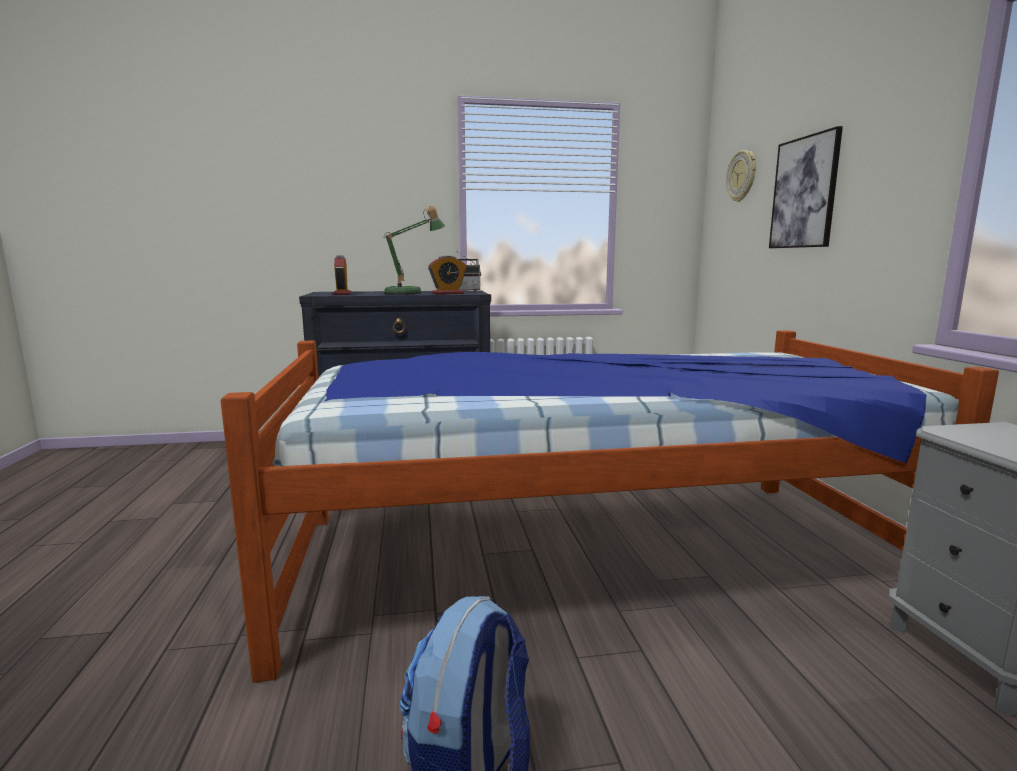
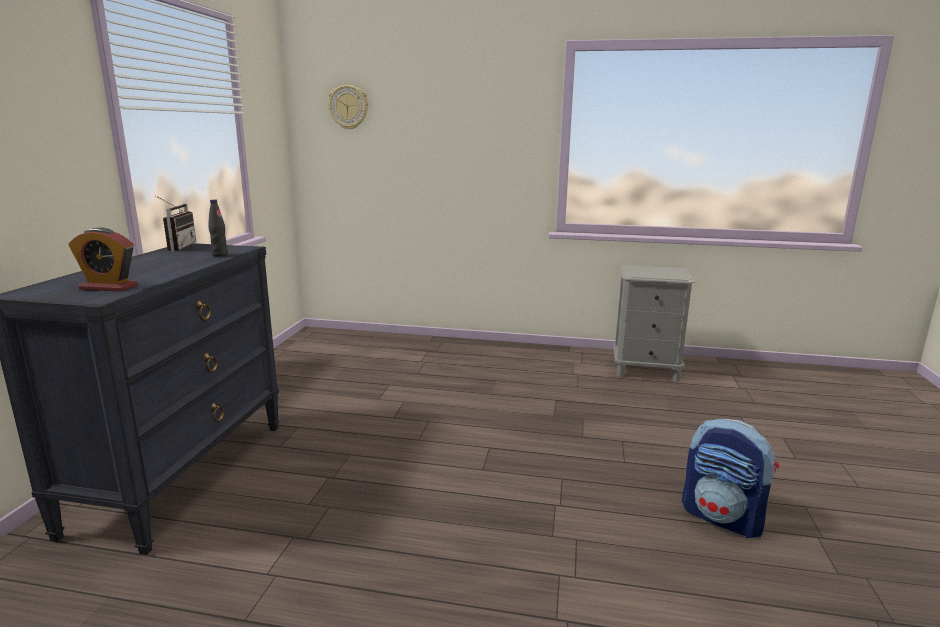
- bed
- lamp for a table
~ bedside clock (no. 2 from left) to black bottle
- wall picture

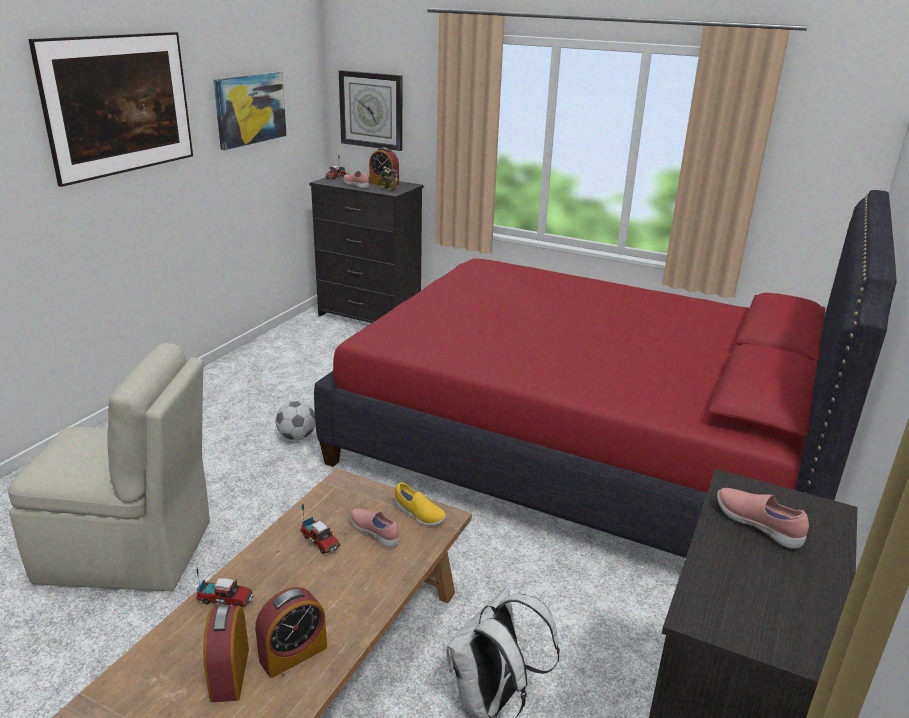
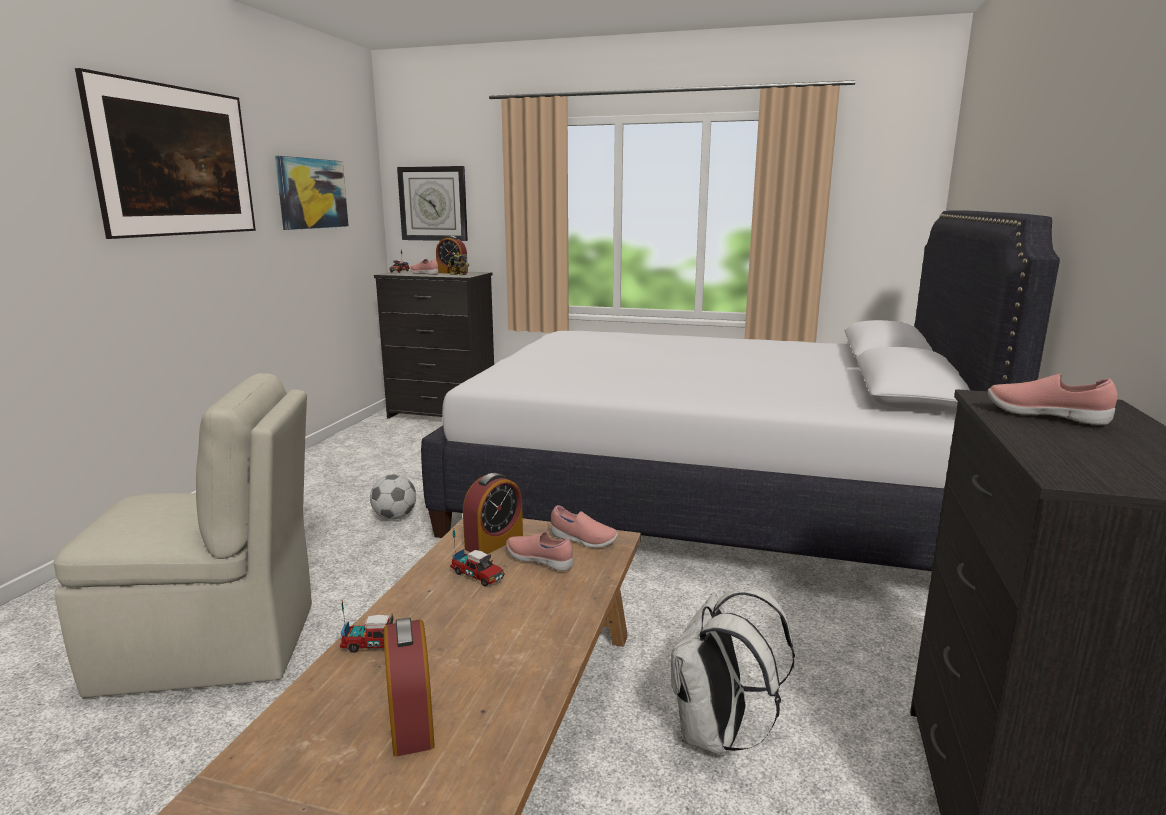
~ bedside clock (no. 2 from left in the first image) to bedside clock (no. 3 from left)
~ red-coloured bed to white-coloured bed
~ yellow-coloured shoe to pinkish shoe (no. 3 from left)

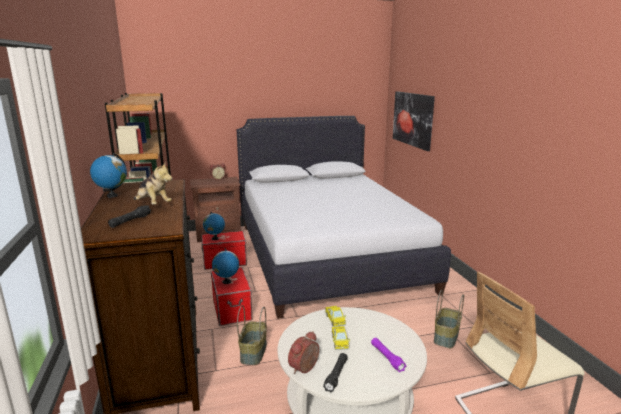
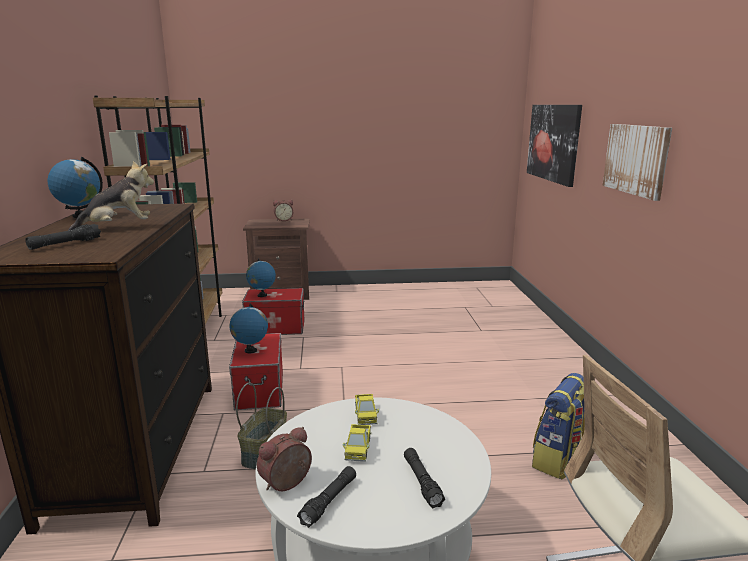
~ plush toy 75 degrees counterclockwise
- white-coloured bed
~ purple-coloured torch to black torch (no. 3 from left)
~ basket (no. 2 from left) to backpack
+ wall picture (no. 2 from left)

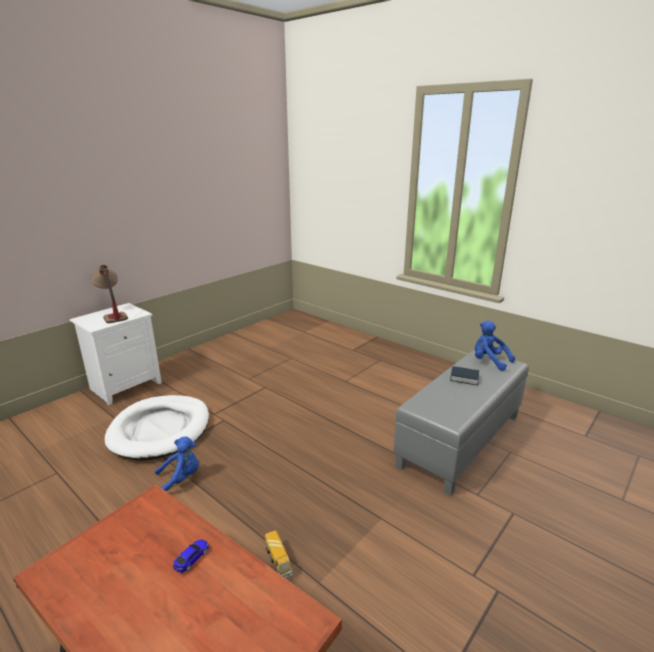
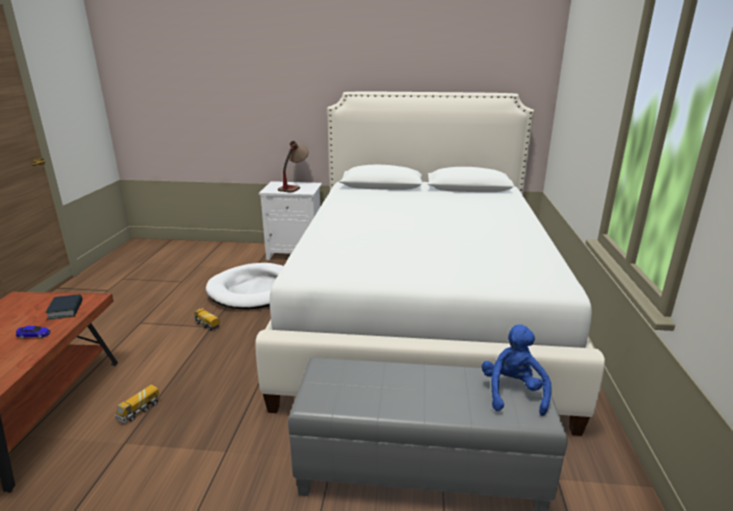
~ blue-coloured plush toy (no. 1 from left) to model truck (no. 2 from left)
~ book
+ white-coloured bed

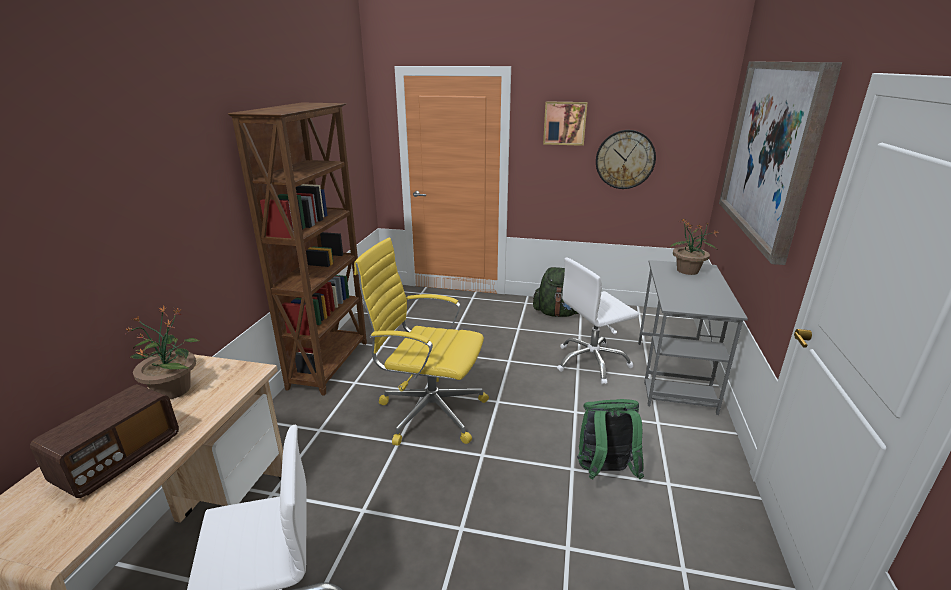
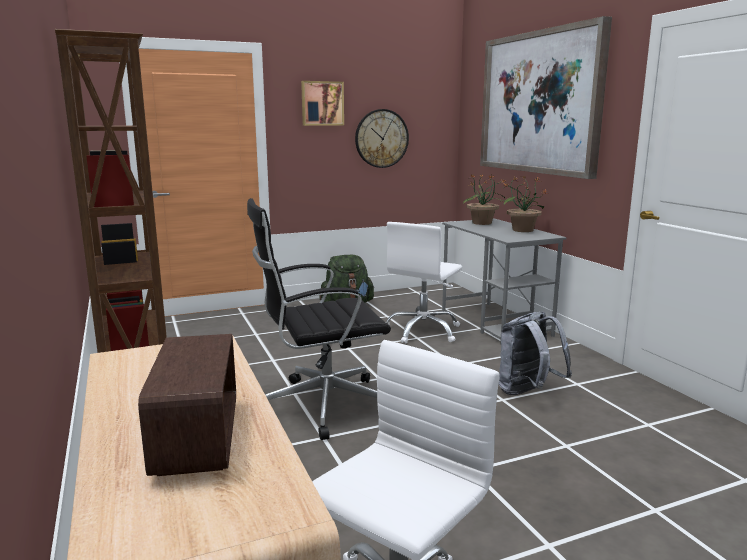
~ houseplant (no. 1 from left in the first image) to houseplant (no. 2 from left)
~ yellow-coloured office chair to black office chair
~ greenish backpack (no. 2 from left) to gray backpack

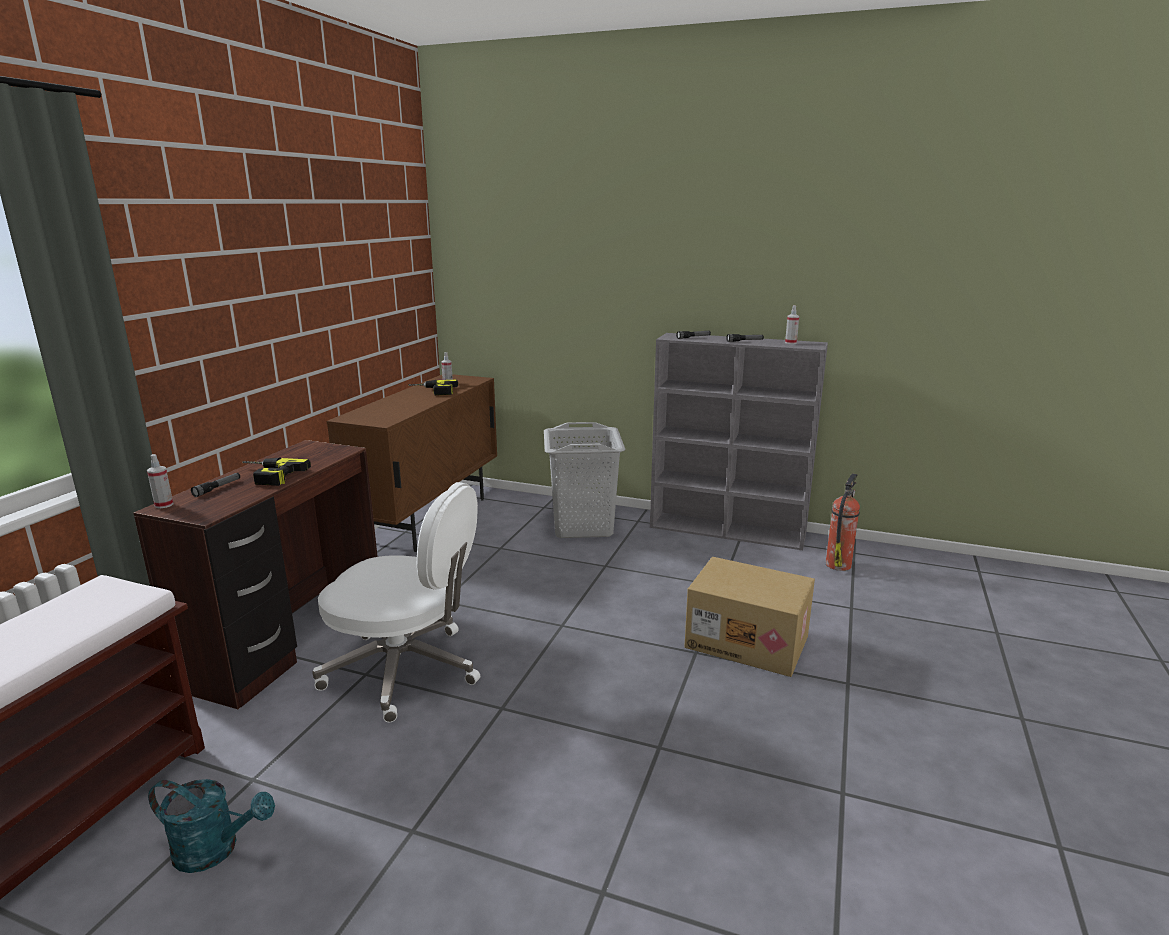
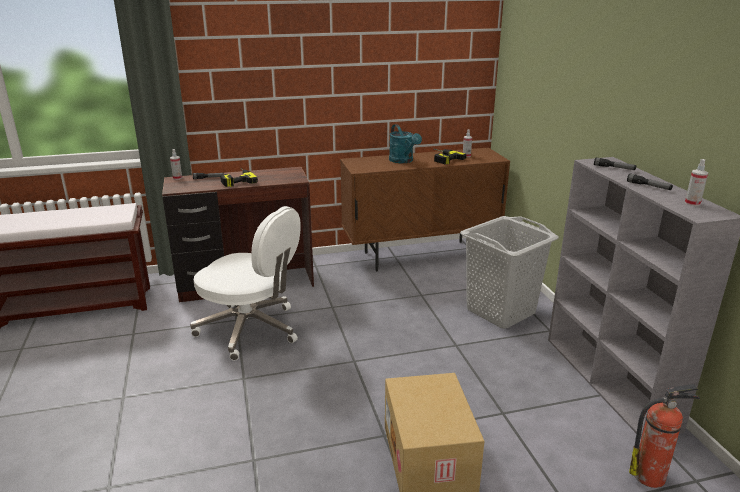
~ blue-green sprinkling can
~ white-coloured office chair 45 degrees counterclockwise

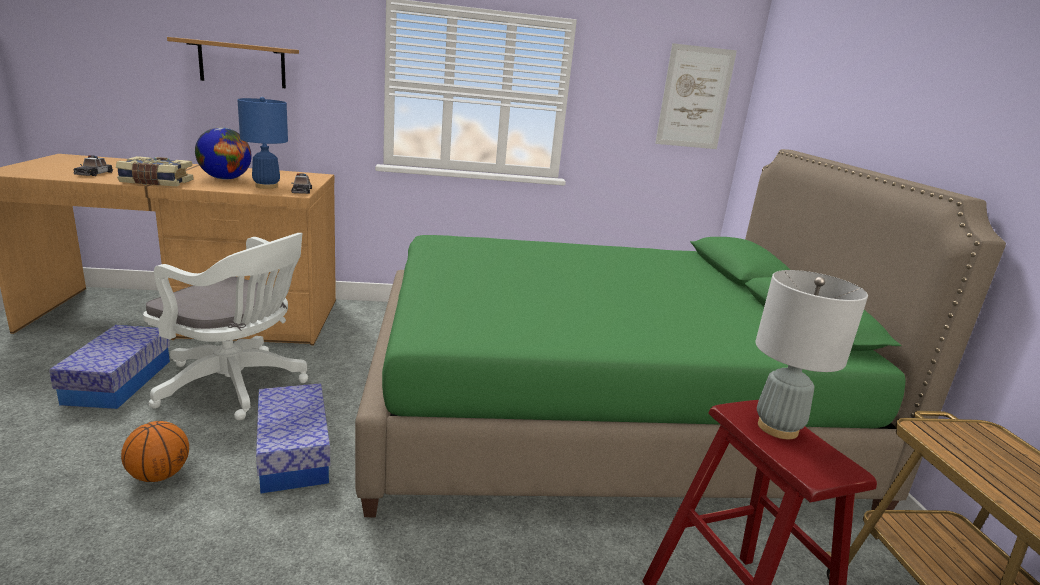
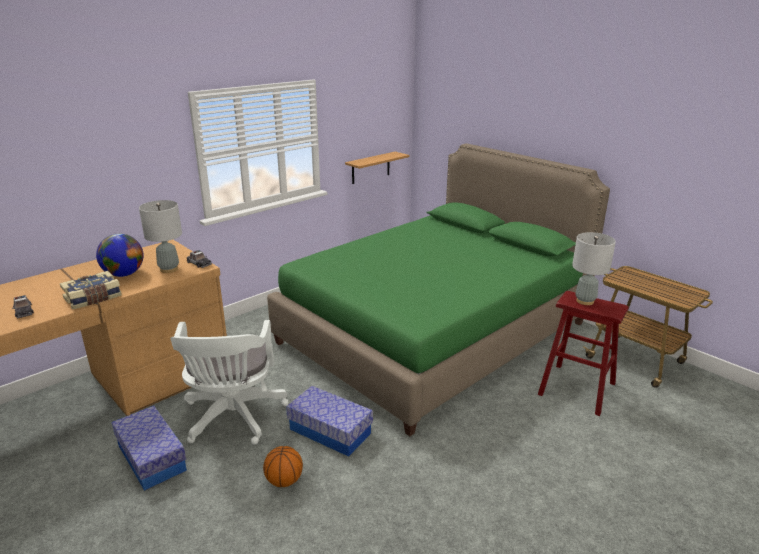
~ white-coloured office chair 105 degrees clockwise
~ shelf
~ blue-coloured lamp for a table to gray lamp for a table (no. 1 from left)
- wall picture

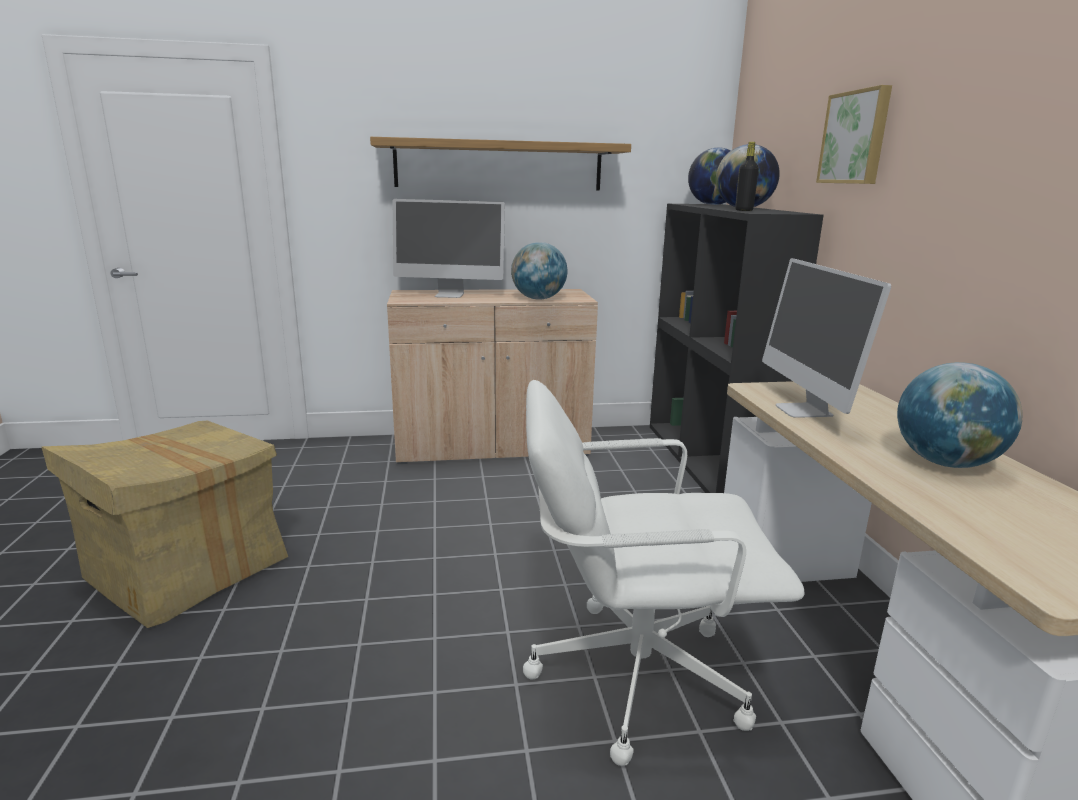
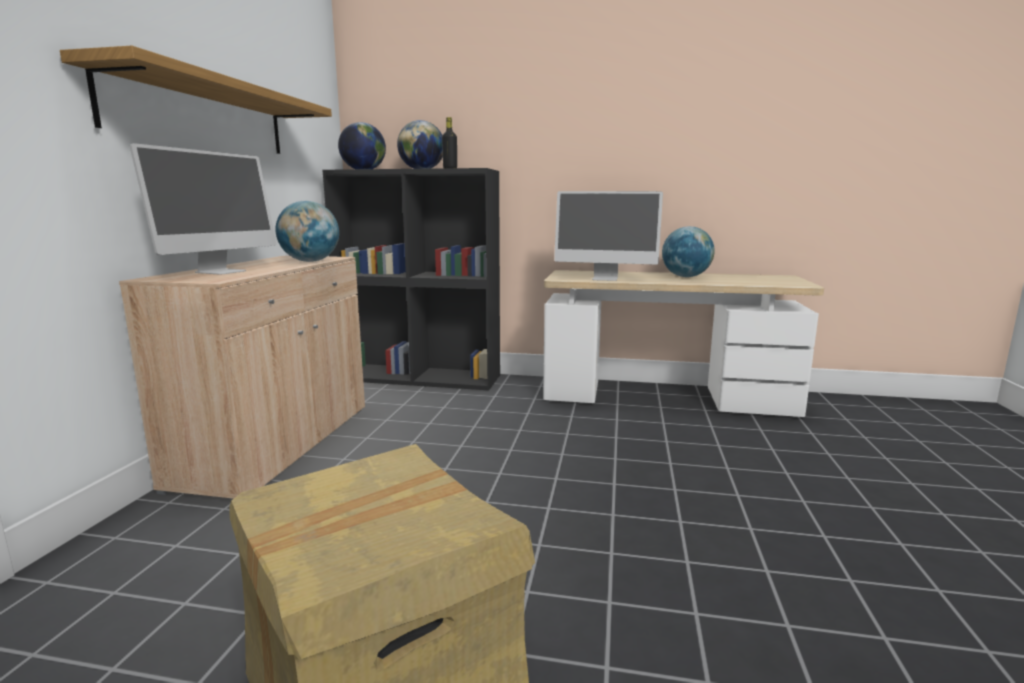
- white-coloured office chair
- wall picture

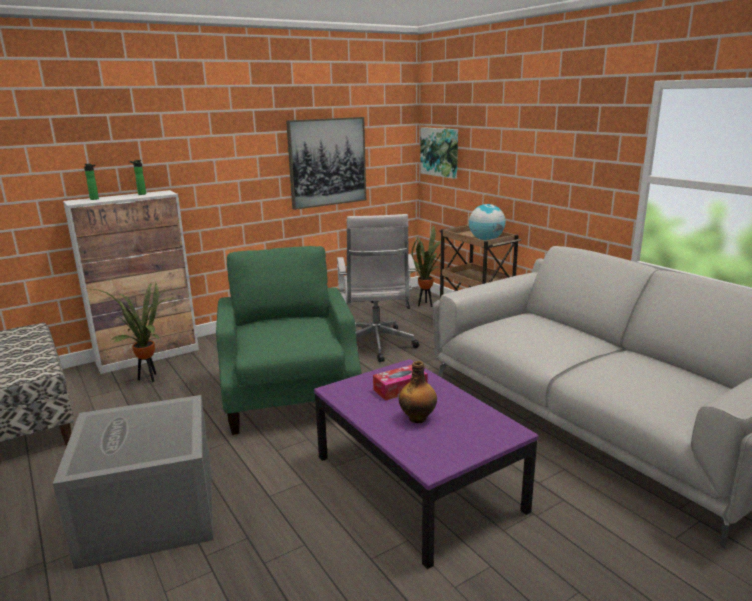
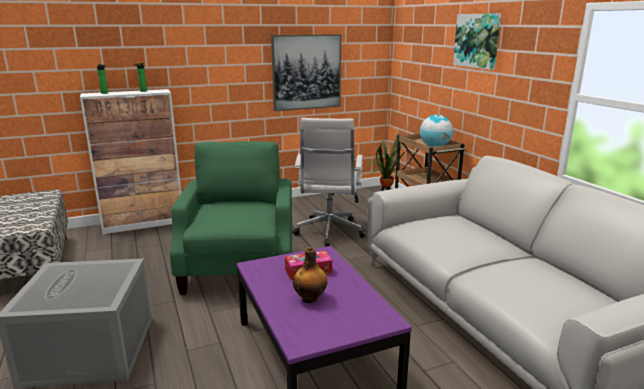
- houseplant (no. 1 from left)
~ wall picture (no. 2 from left)

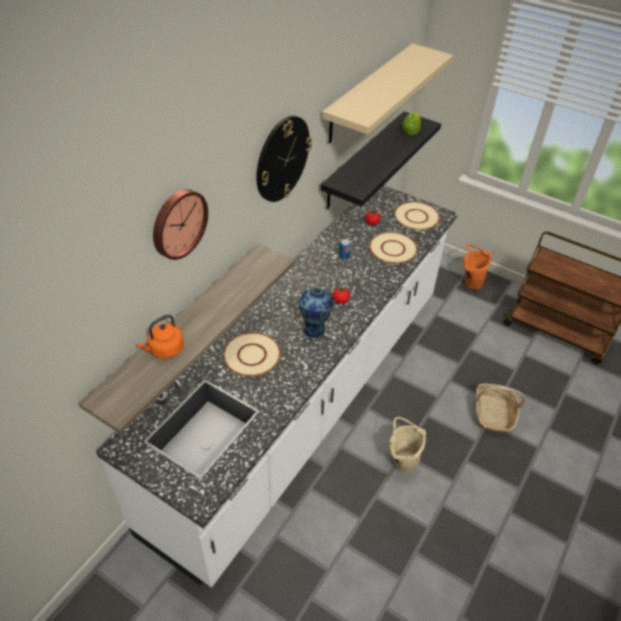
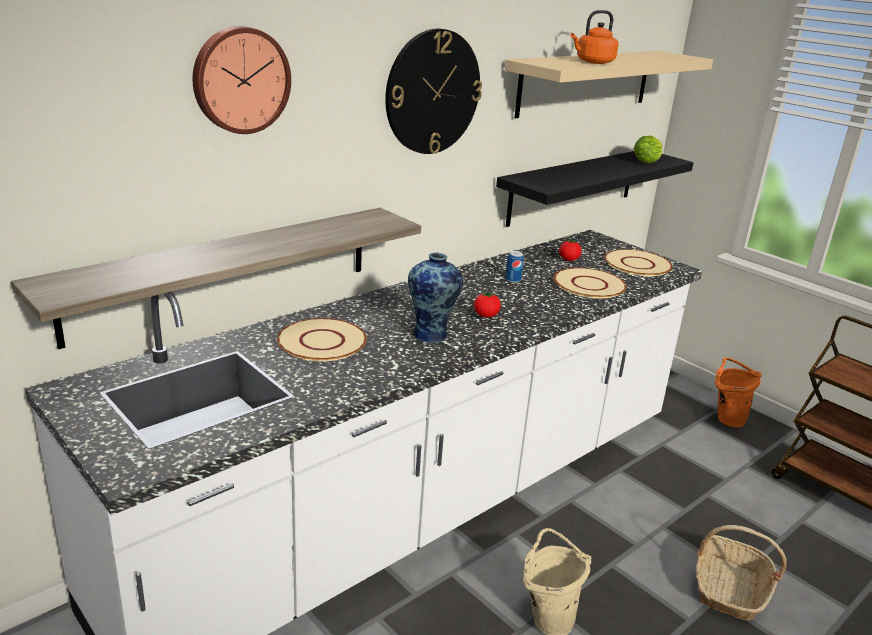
~ orangey water kettle

